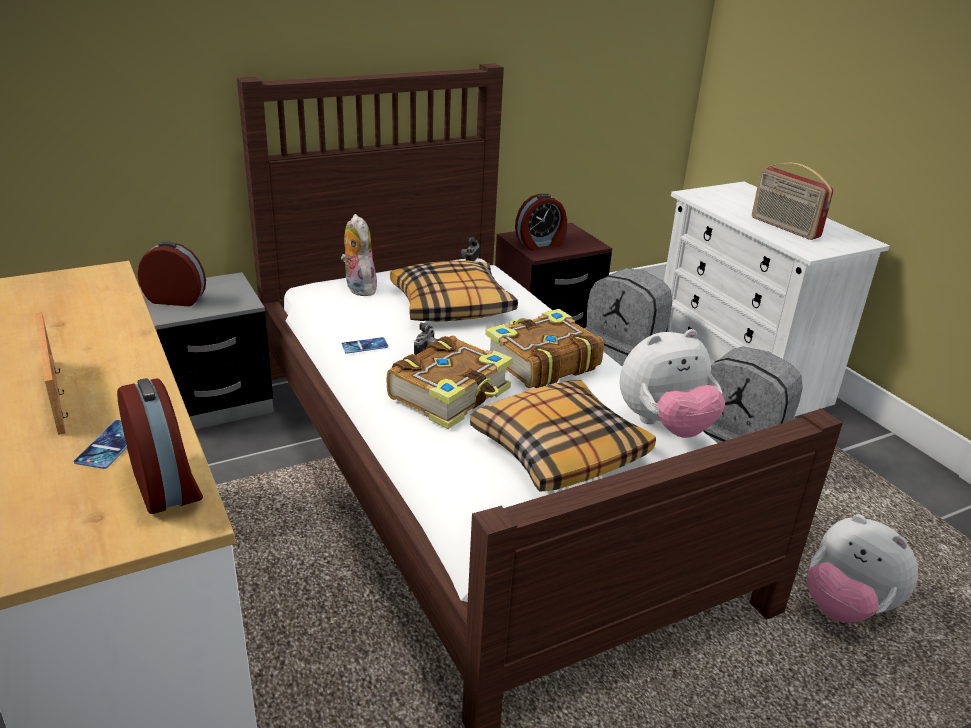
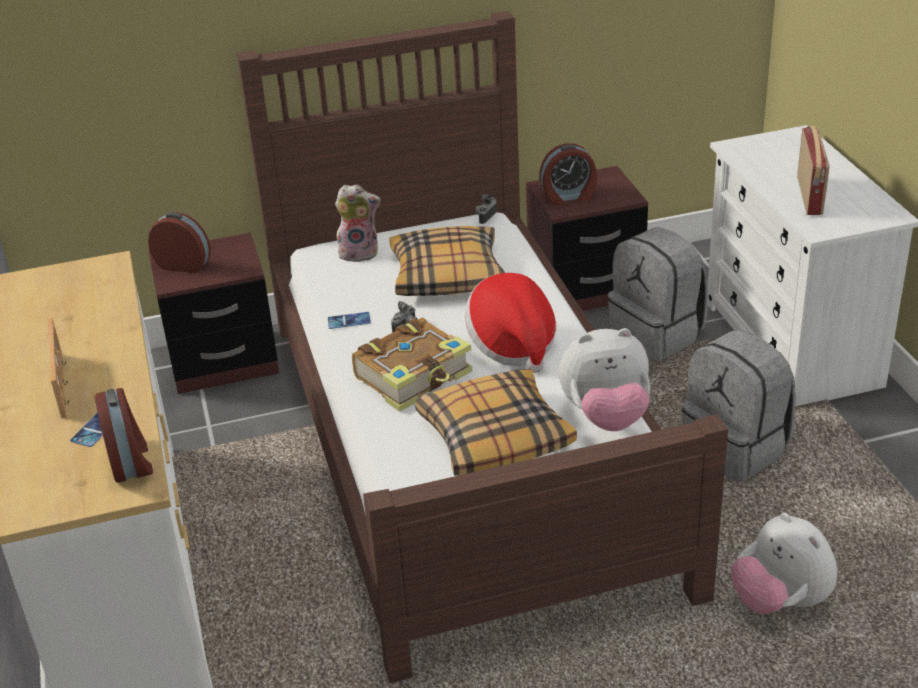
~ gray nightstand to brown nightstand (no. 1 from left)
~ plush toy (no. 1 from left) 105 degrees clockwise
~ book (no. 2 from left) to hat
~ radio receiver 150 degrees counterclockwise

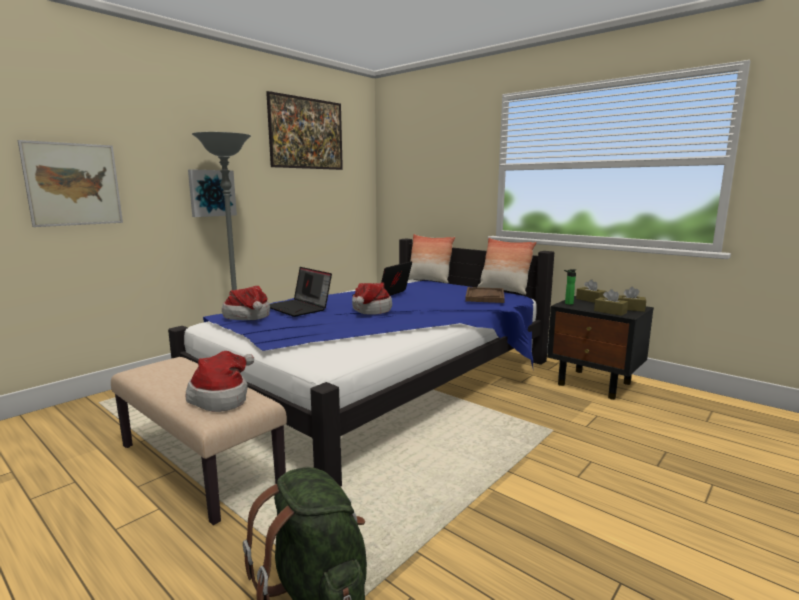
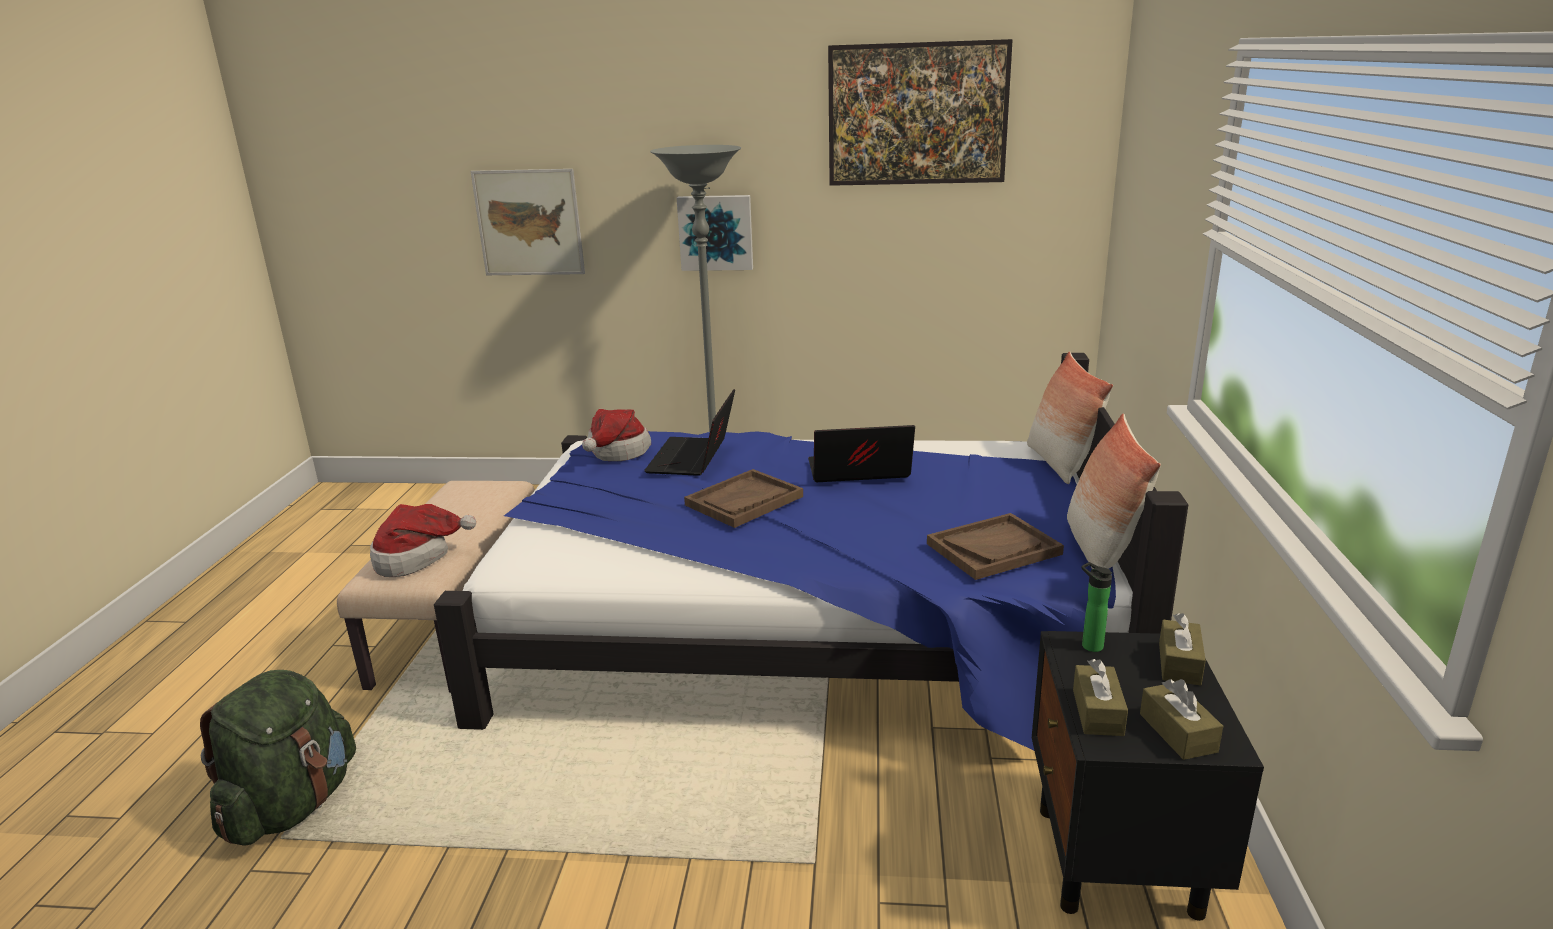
~ hat (no. 3 from left) to brown serving tray (no. 1 from left)

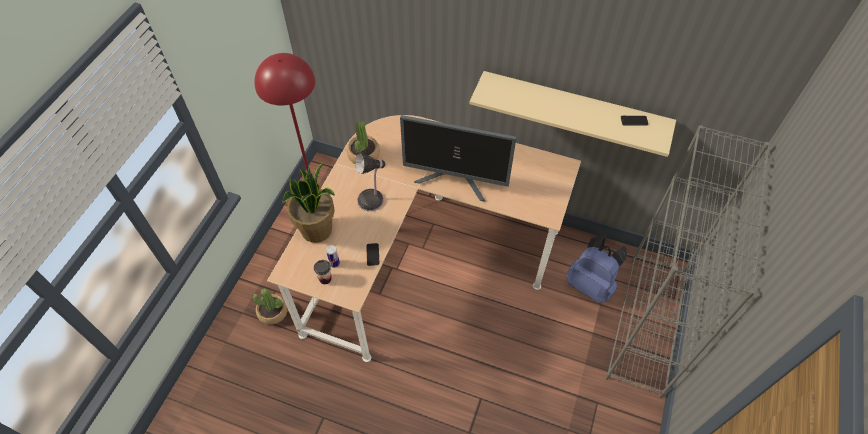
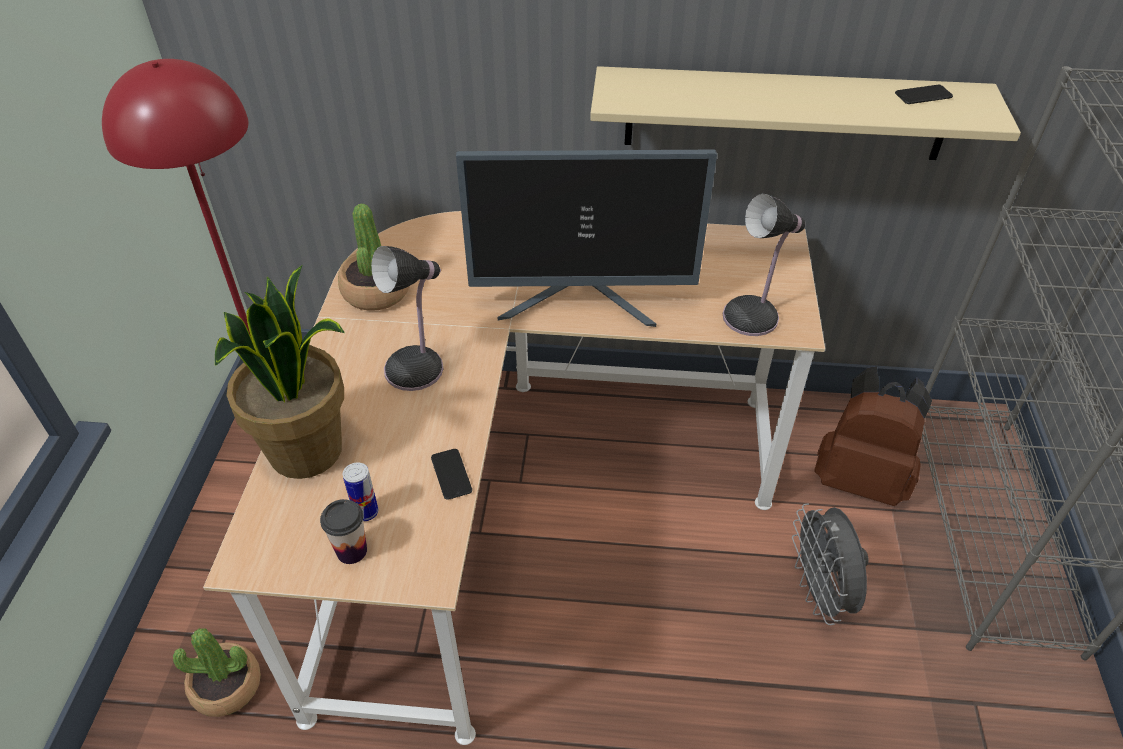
~ blue-coloured backpack to brown backpack
+ lamp for a table (no. 2 from left)
+ gray electric fan

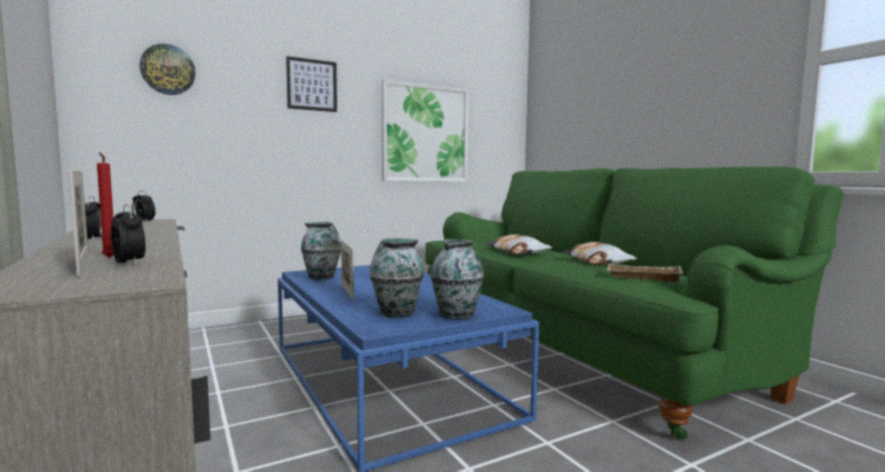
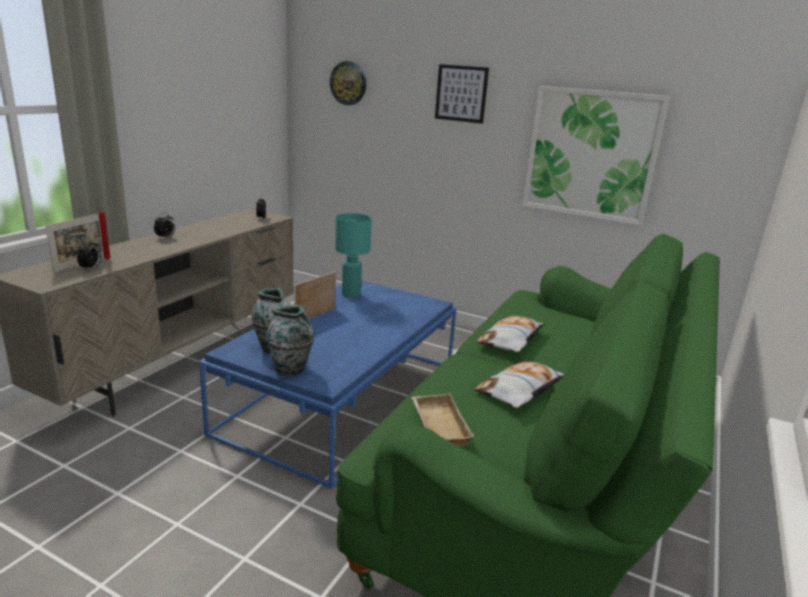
~ flower vase (no. 1 from left) to blue-green lamp for a table

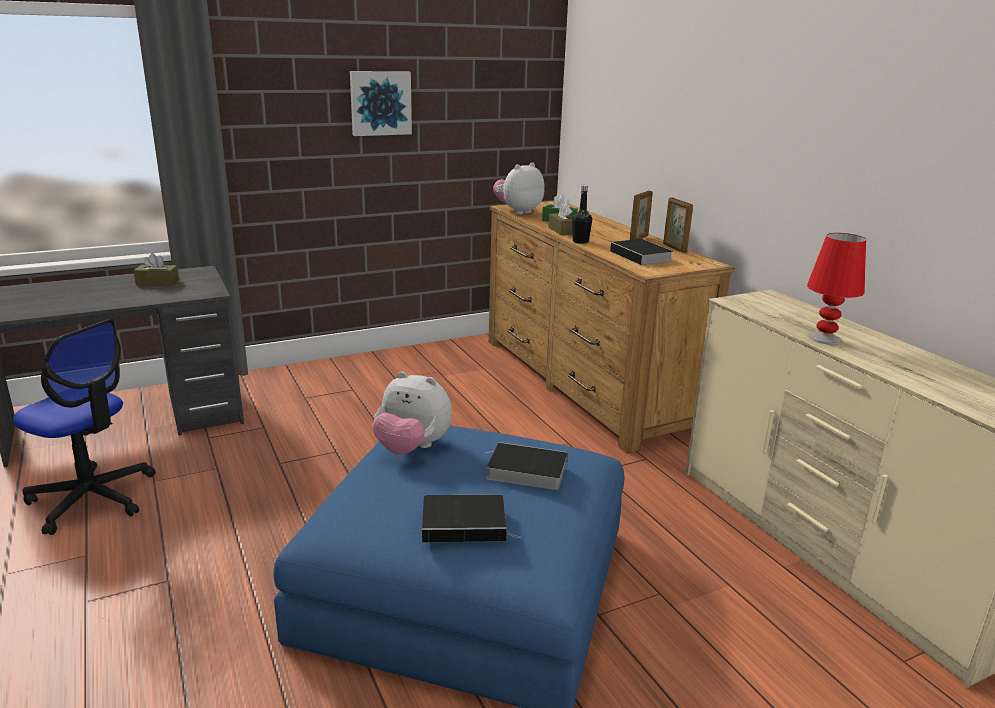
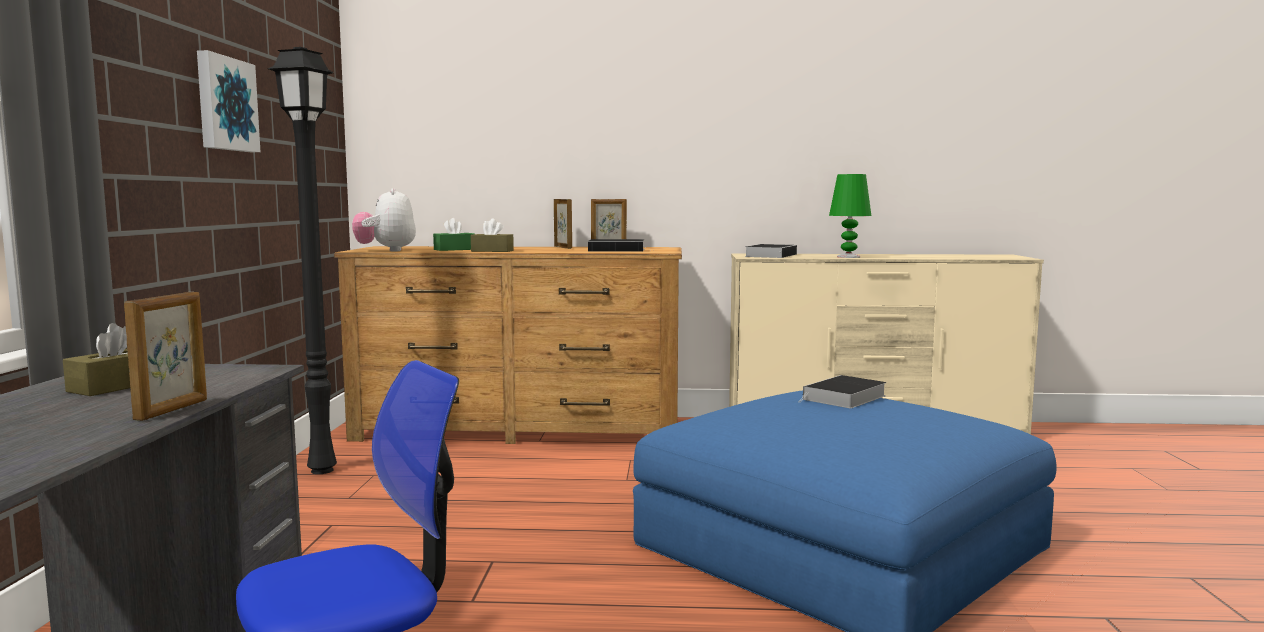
- plush toy (no. 1 from left)
~ book (no. 1 from left in the first image) to book (no. 2 from left)
- black bottle
~ red-coloured lamp for a table to greenish lamp for a table
+ standing frame (no. 1 from left)
+ black standard lamp

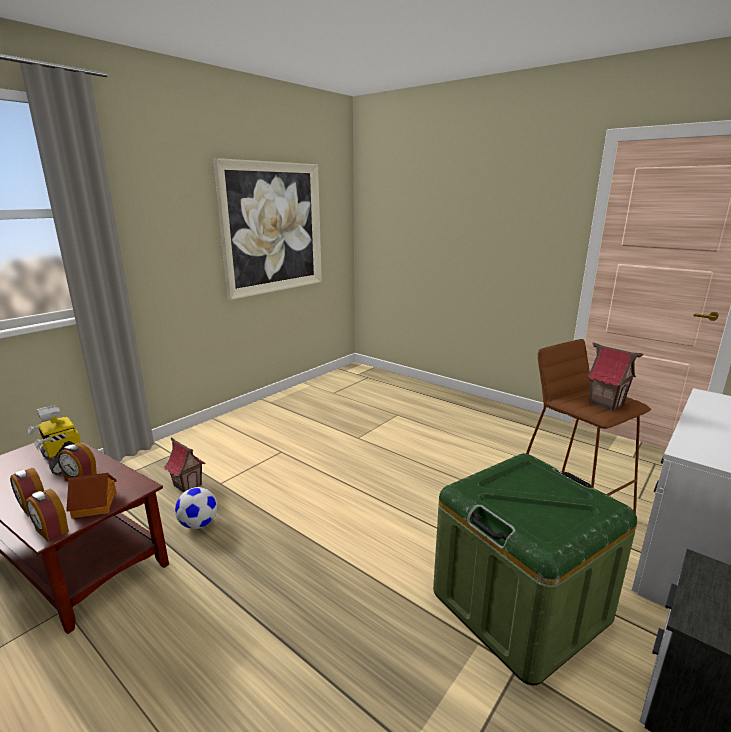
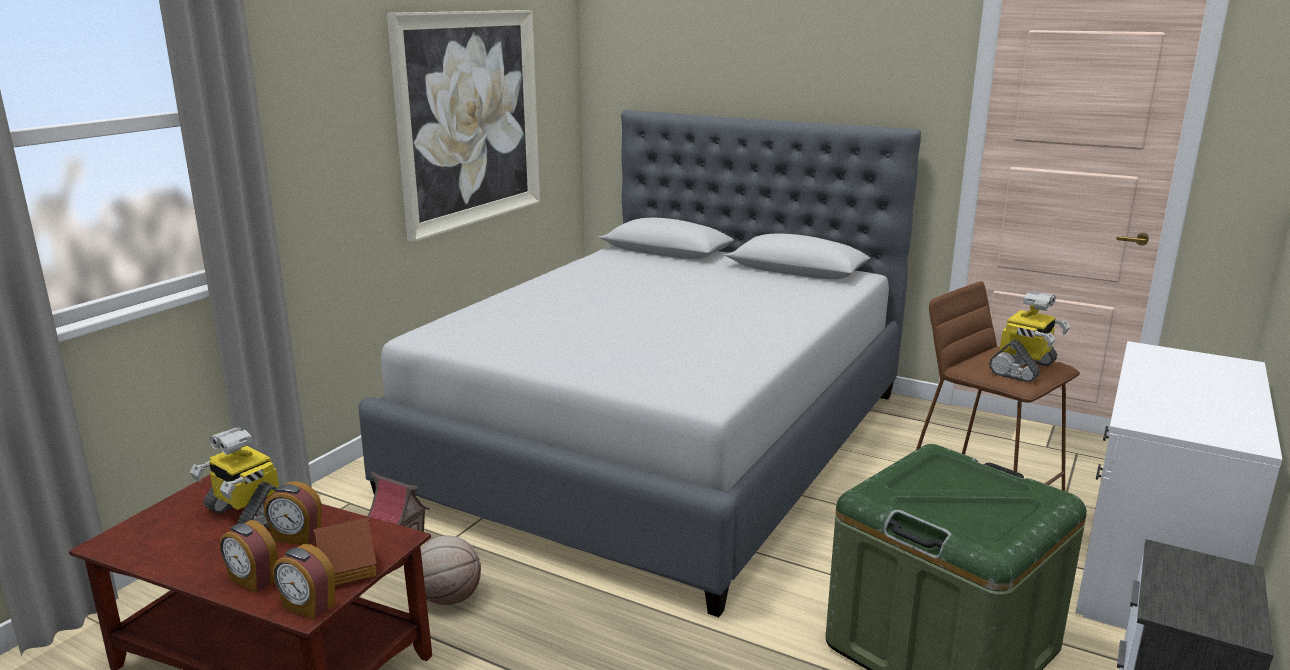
~ football ball to basketball ball
~ model house (no. 3 from left) to robot figure (no. 2 from left)
+ gray bed

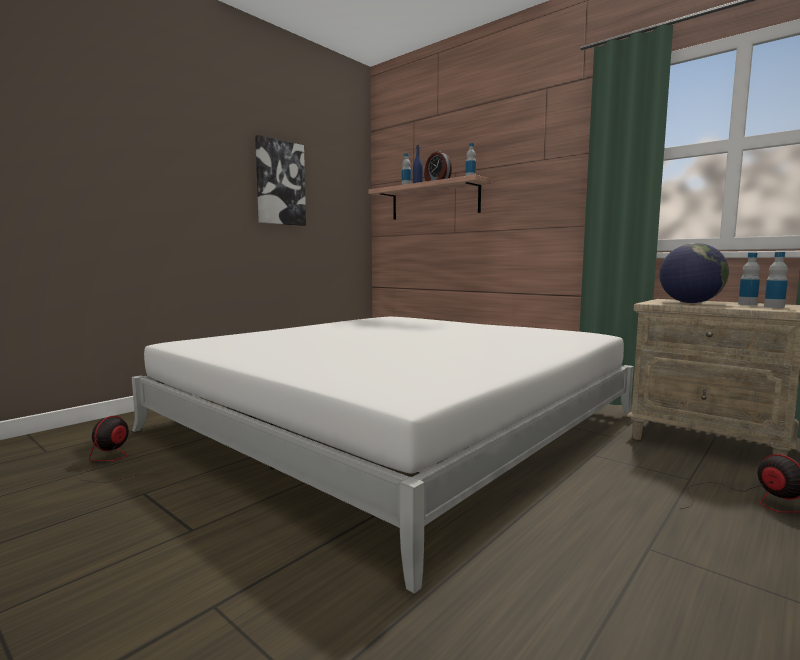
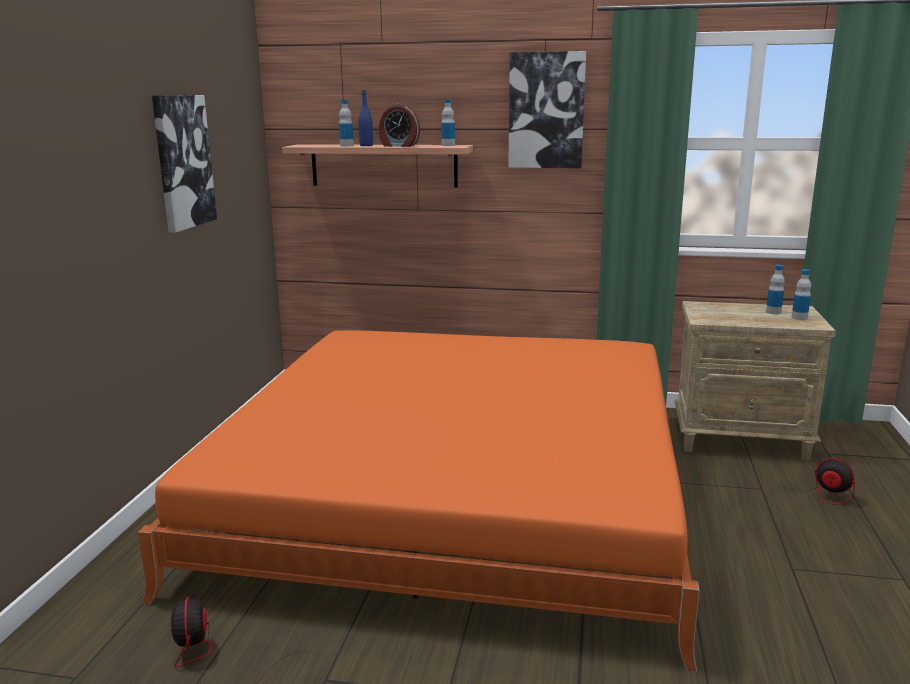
~ white-coloured bed to orangey bed
- world globe
+ wall picture (no. 2 from left)

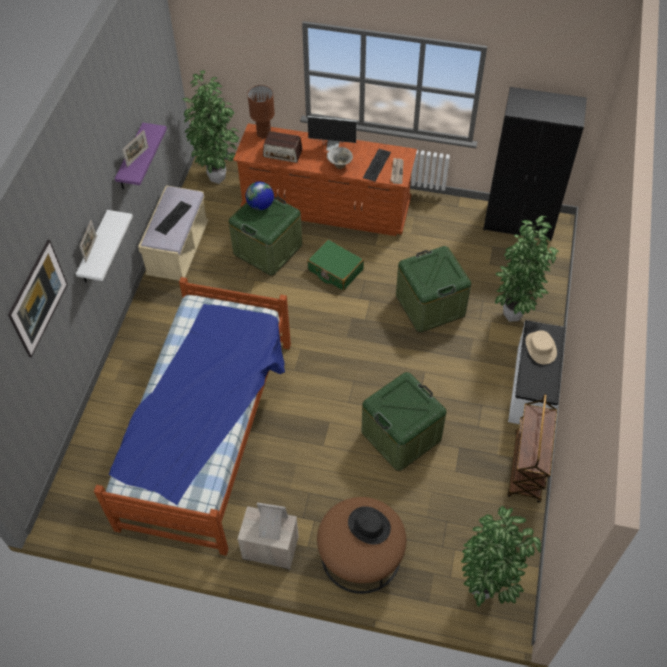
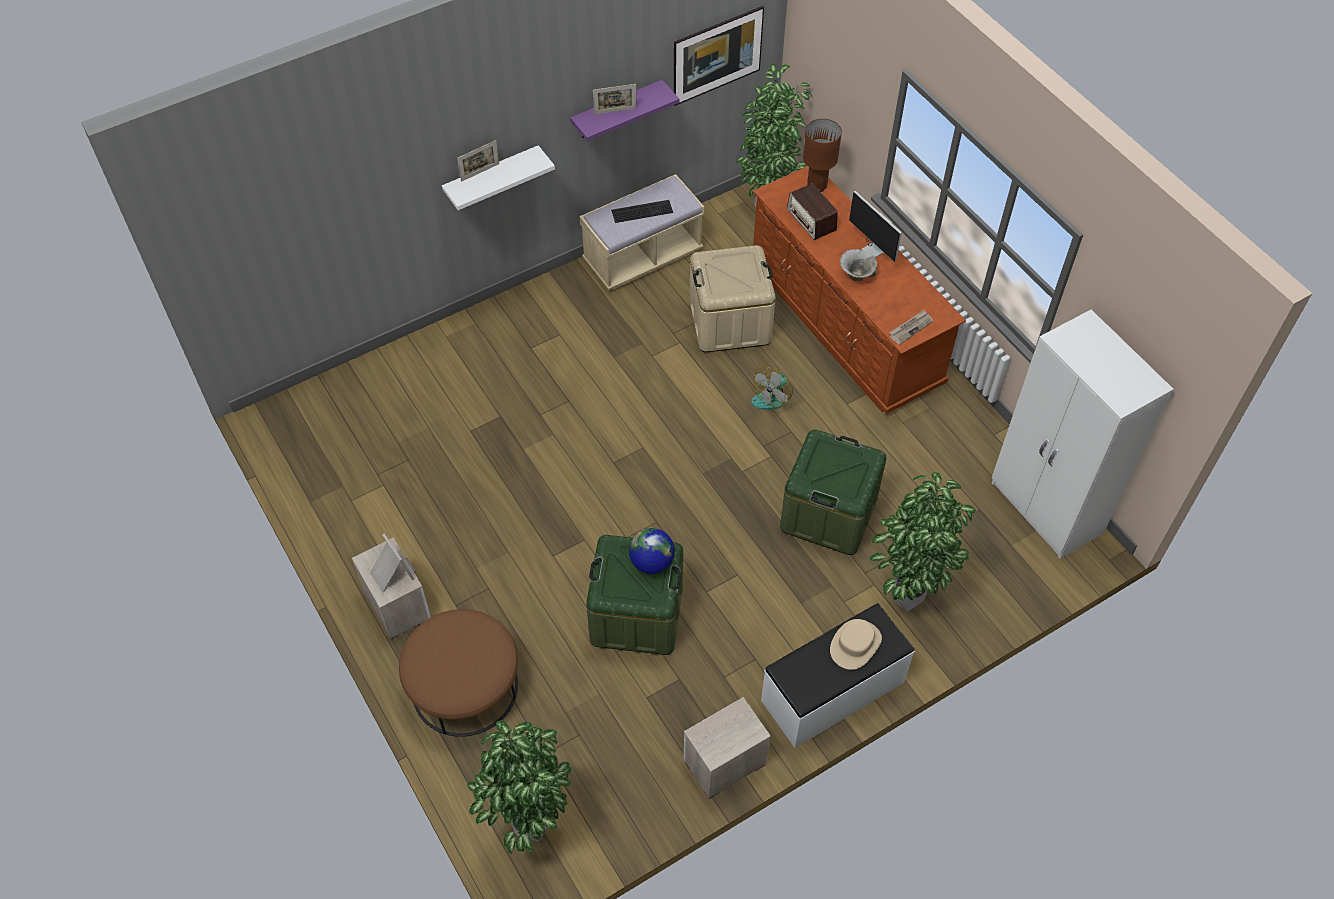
~ wall picture
- bed
~ greenish storage bin (no. 1 from left) to beige-coloured storage bin
~ world globe
~ greenish suitcase to electric fan
- black hat
- computer keyboard (no. 2 from left)
~ black wardrobe to white-coloured wardrobe
~ brown cart to nightstand (no. 2 from left)

